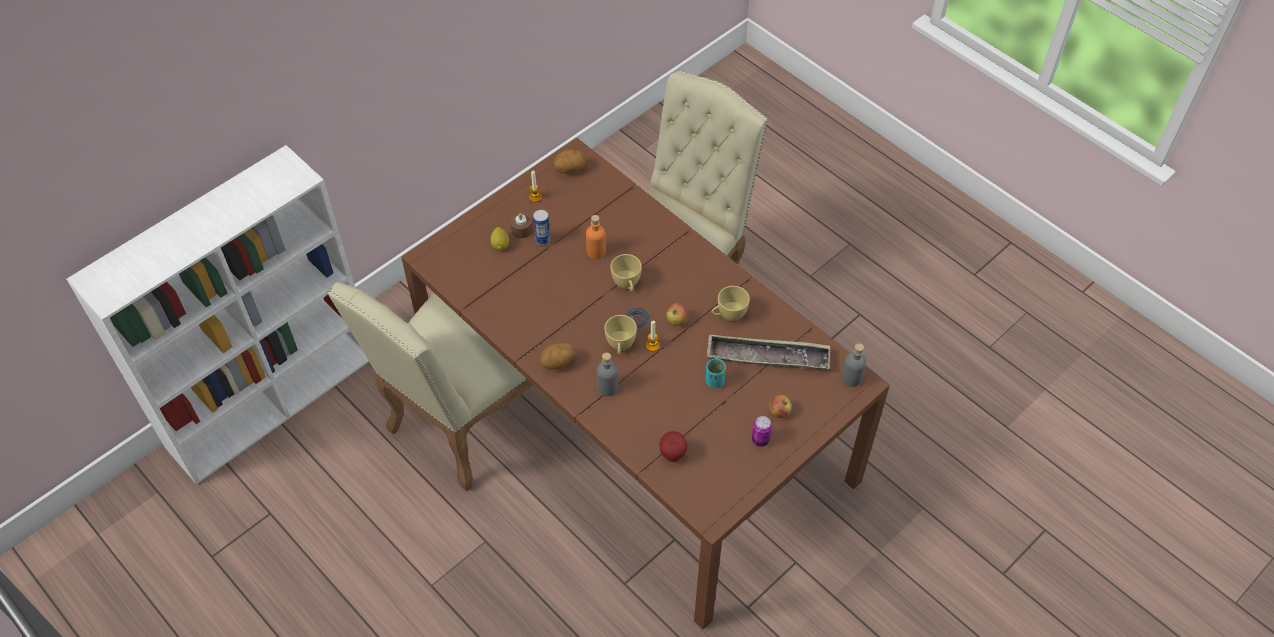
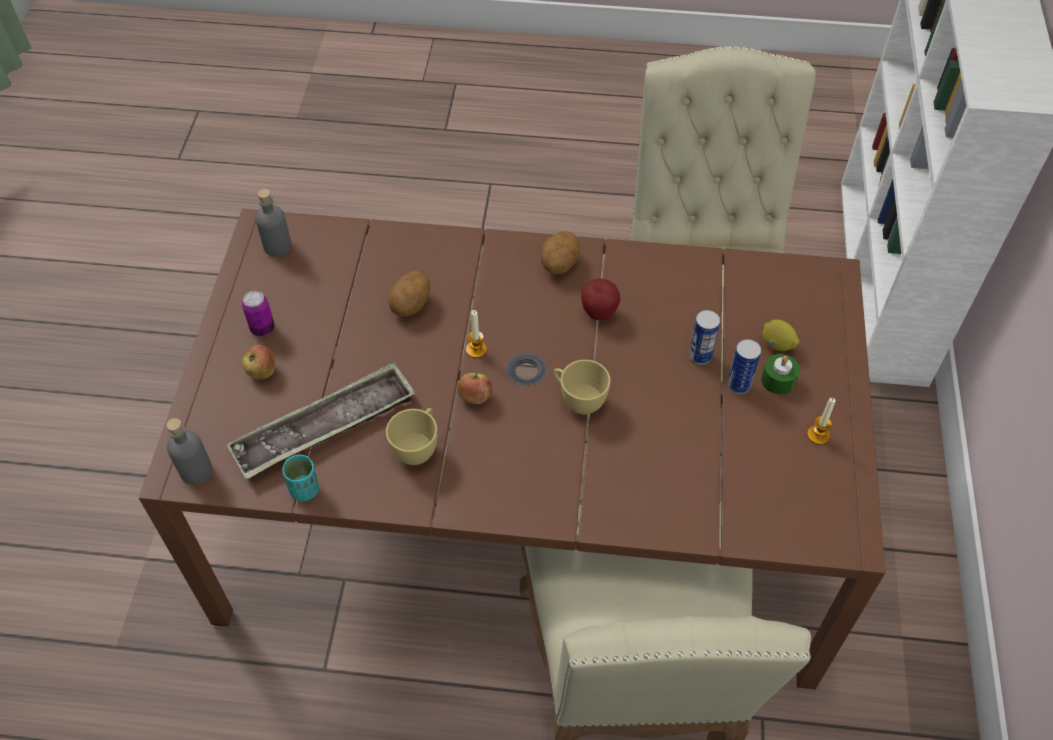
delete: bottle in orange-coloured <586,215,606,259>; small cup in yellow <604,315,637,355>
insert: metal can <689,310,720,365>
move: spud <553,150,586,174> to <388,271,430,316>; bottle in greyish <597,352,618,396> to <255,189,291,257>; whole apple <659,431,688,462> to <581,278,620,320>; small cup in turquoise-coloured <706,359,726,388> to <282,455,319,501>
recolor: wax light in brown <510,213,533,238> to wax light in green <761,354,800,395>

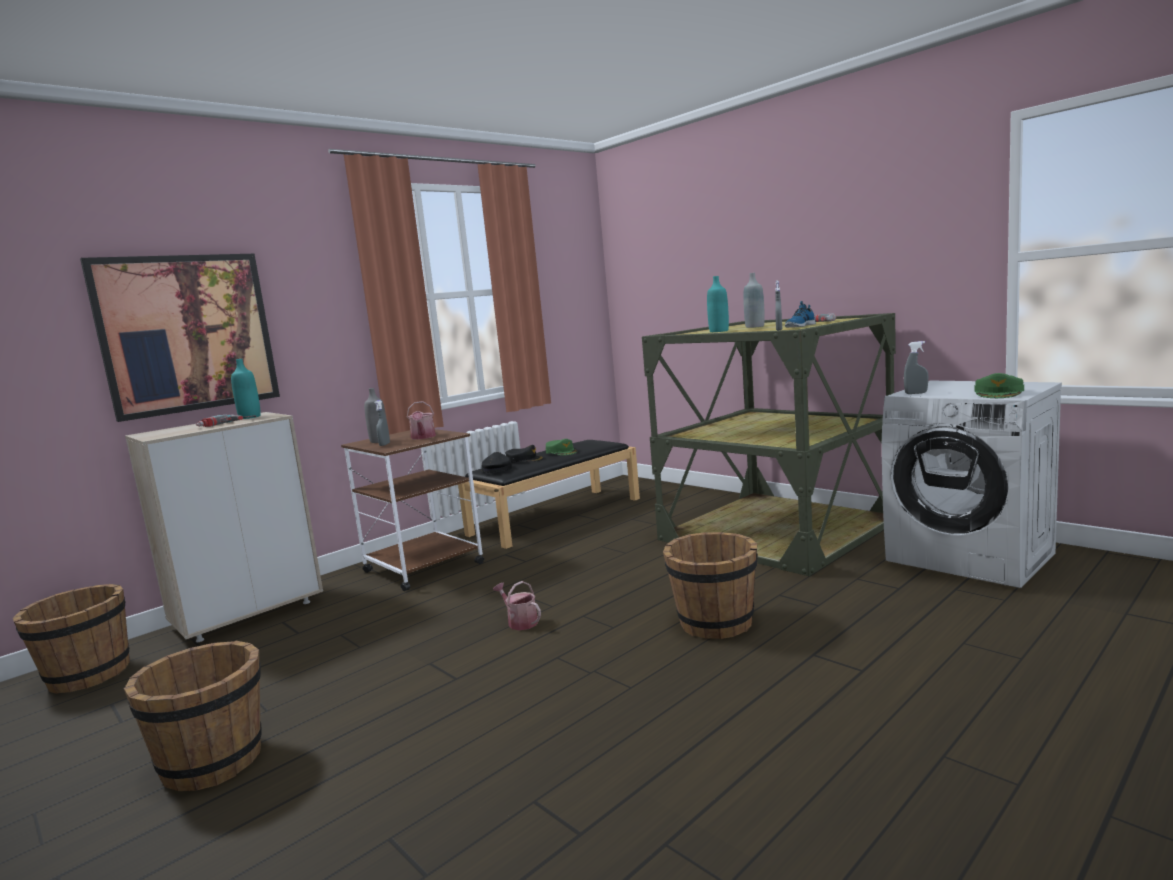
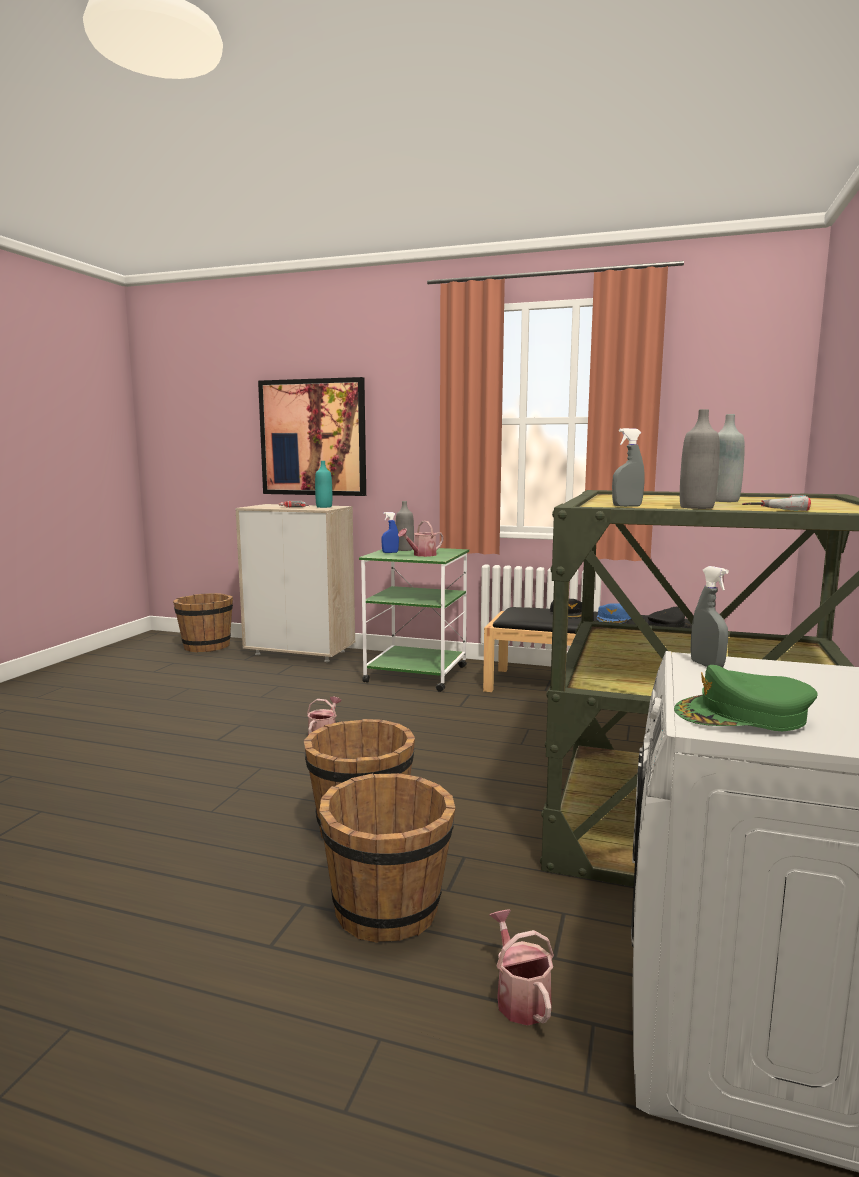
delete: bottle in turquoise-coloured <707,276,729,332>
insert: sprinkling can <490,909,554,1026>
move: bucket in brown <124,641,261,791> to <319,773,456,943>; peaked cap in blackish <481,452,512,473> to <648,607,691,628>
replace: shoe <785,301,816,327> to bottle in greyish <680,409,720,509>
recolor: trolley in brown <341,429,485,591> to trolley in green <359,548,469,692>; hand sprayer in greyish <374,400,390,446> to hand sprayer in blue <382,512,399,553>; peaked cap in green <546,439,577,455> to peaked cap in blue <597,603,631,623>

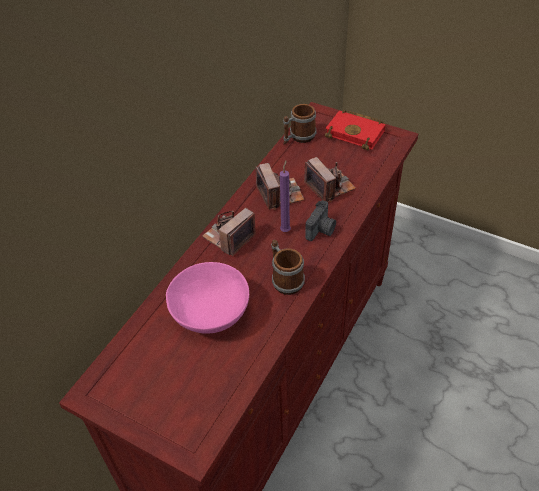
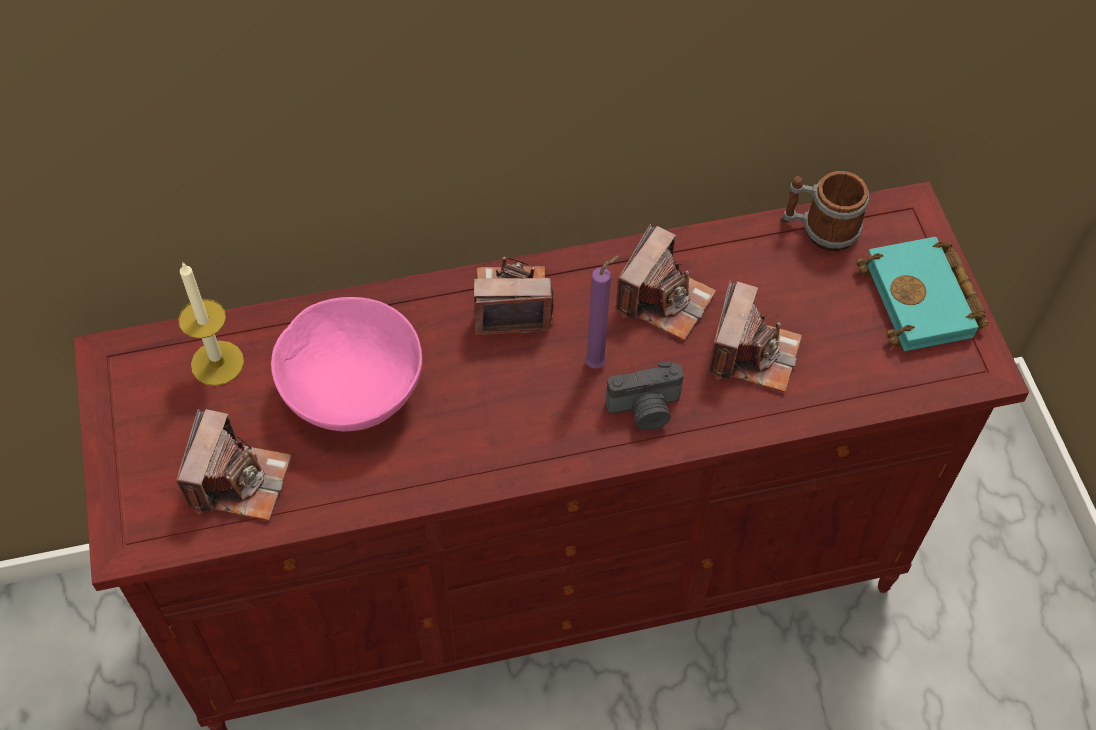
delete: coffee mug <271,240,305,295>
insert: still camera <176,409,291,521>; wax light <178,262,244,386>
recolor: volume in red-coloured <325,110,386,150> to volume in turquoise-coloured <856,237,989,351>

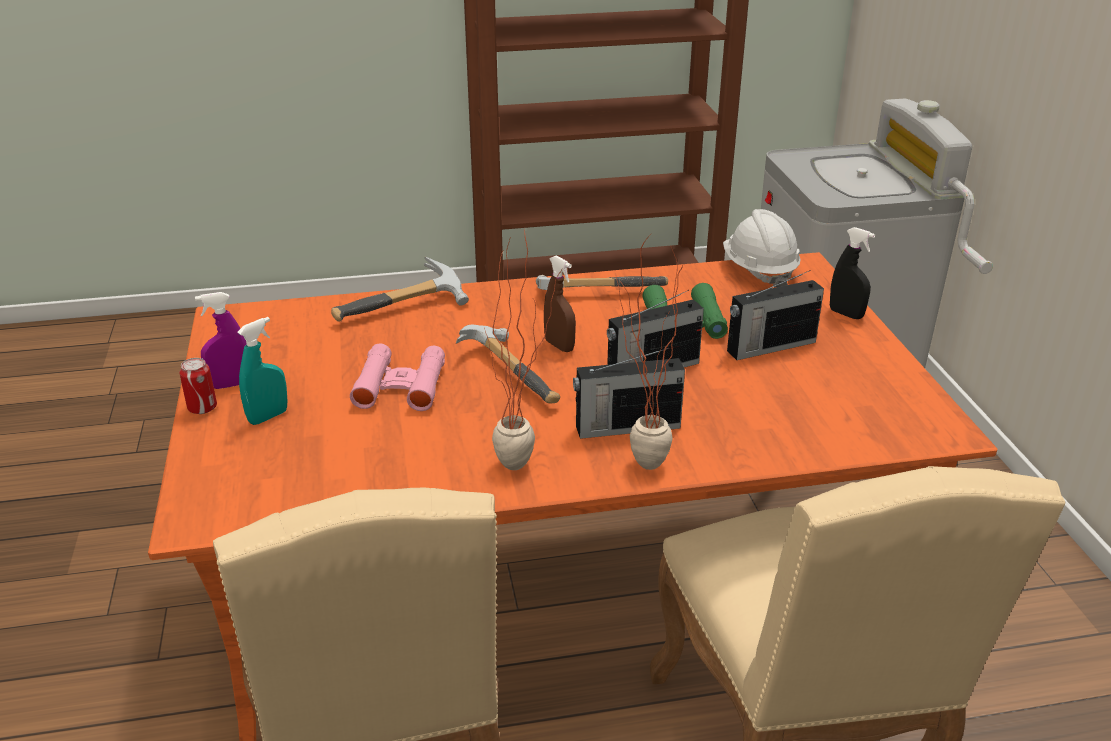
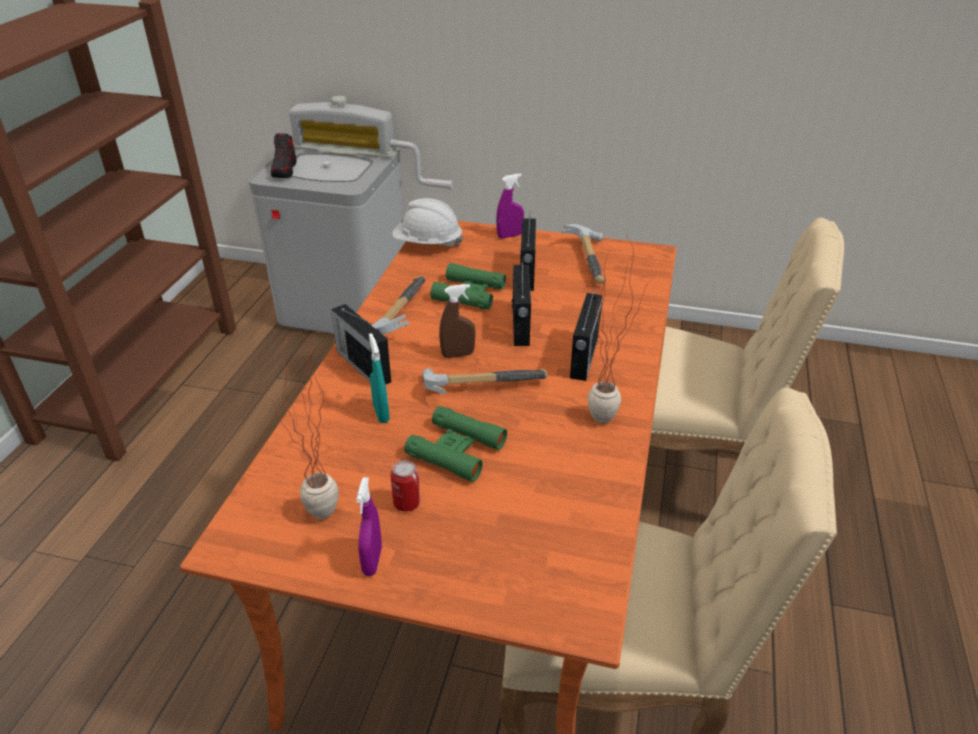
insert: shoe <271,133,297,178>; radio <331,304,391,384>
move: metal can <179,358,217,414> to <391,460,420,512>; hand sprayer in turquoise-coloured <237,317,287,425> to <369,333,390,423>; hand hammer <331,257,469,322> to <561,224,606,284>; plant in a pot <616,232,683,470> to <261,333,339,519>
recolor: field glasses in pinkish <350,344,445,411> to field glasses in green <404,406,507,482>; hand sprayer in blackish <830,227,875,319> to hand sprayer in purple <496,174,524,238>

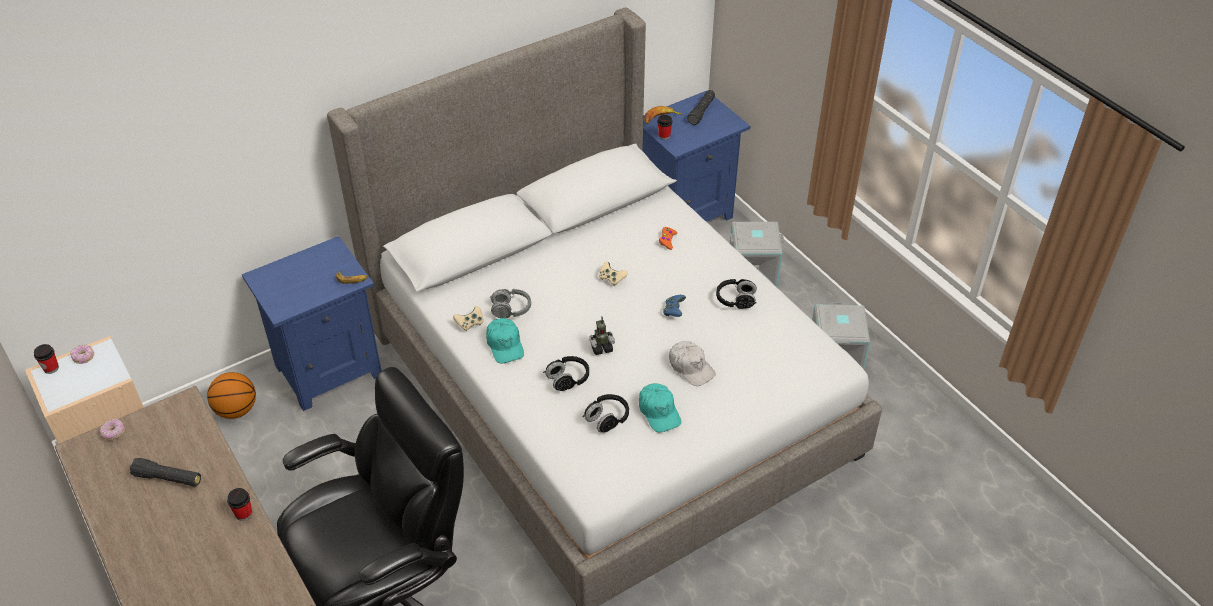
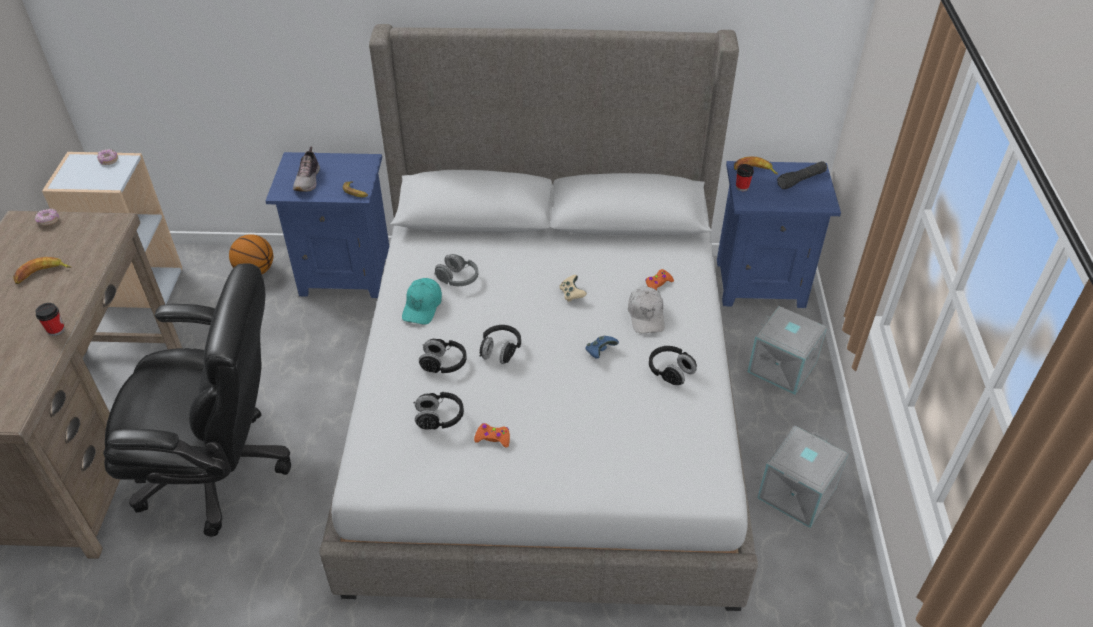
delete: small cup <34,344,59,374>; game controller in beige <453,306,483,331>
insert: shoe <293,147,320,192>
move: peaked cap in white <669,341,716,386> to <628,287,665,333>
replace: flashlight in blackish <130,458,201,487> to banana fruit <13,257,71,284>; model robot <589,316,615,355> to pair of headphones in blackish <480,325,521,364>; peaked cap in turquoise-coloured <639,383,681,432> to game controller in orange-coloured <474,423,510,448>

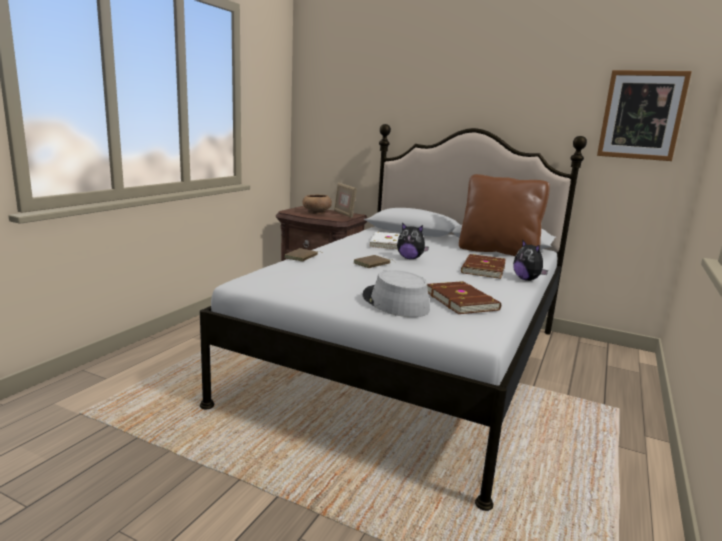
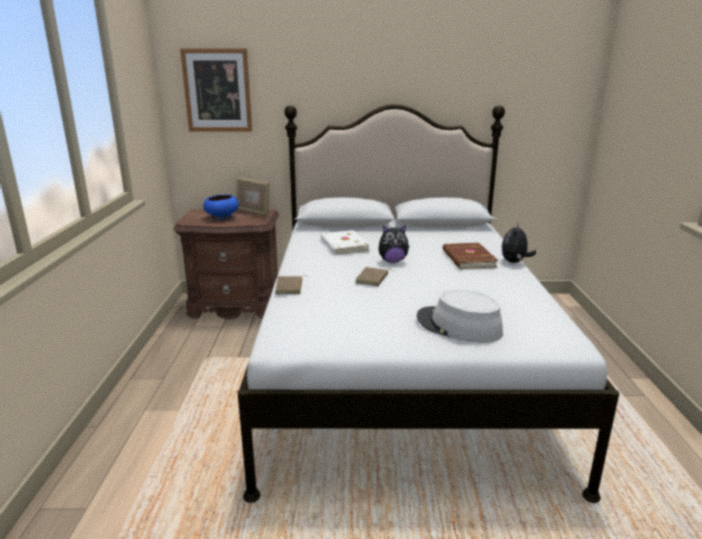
delete: volume in brown <427,281,501,314>; throw pillow in brown <459,174,550,256>
move: picture <597,70,692,161> to <180,48,252,132>
recolor: serving bowl in brown <302,195,332,214> to serving bowl in blue <203,194,239,220>
rotate: cuddly toy <513,240,548,281> = <502,225,536,263> 75 degrees clockwise

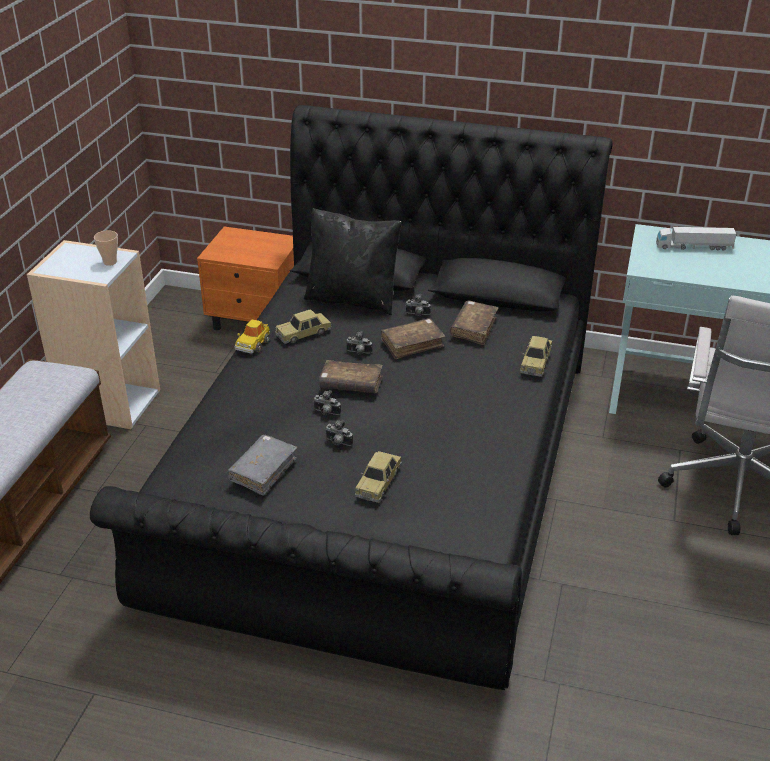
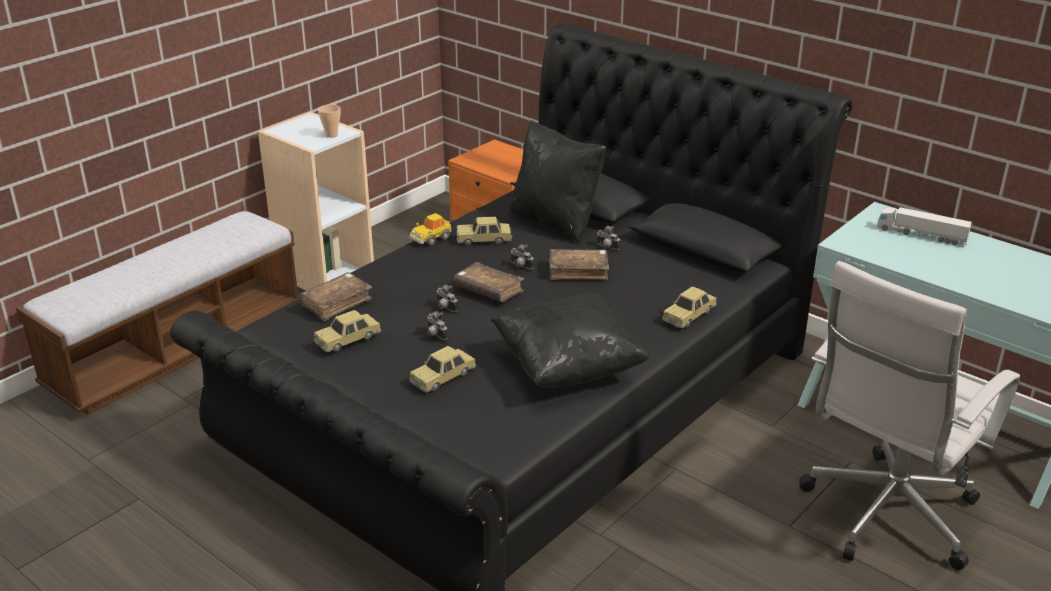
insert: throw pillow in blackish <491,293,649,388>
move: volume in brown <450,300,498,345> to <300,272,372,321>
replace: volume in greyish <227,435,297,496> to model car <314,310,381,352>

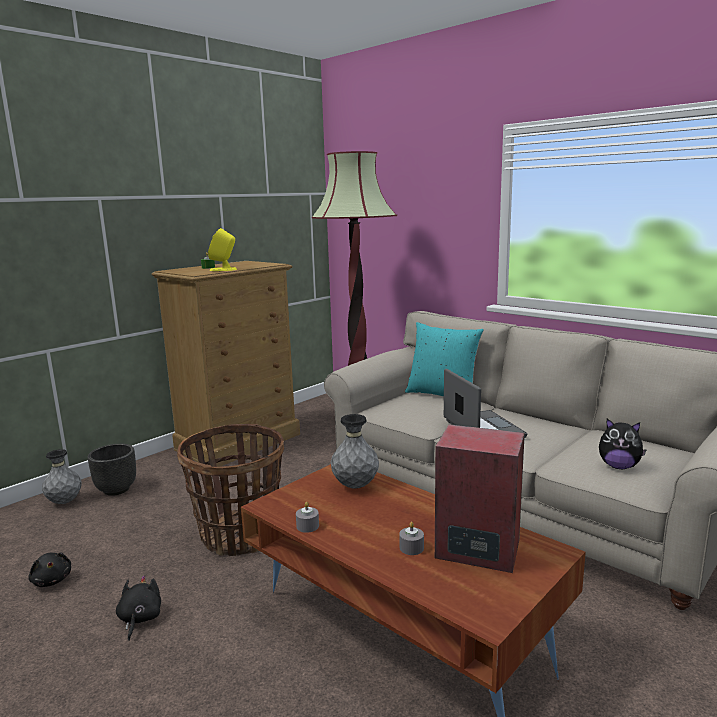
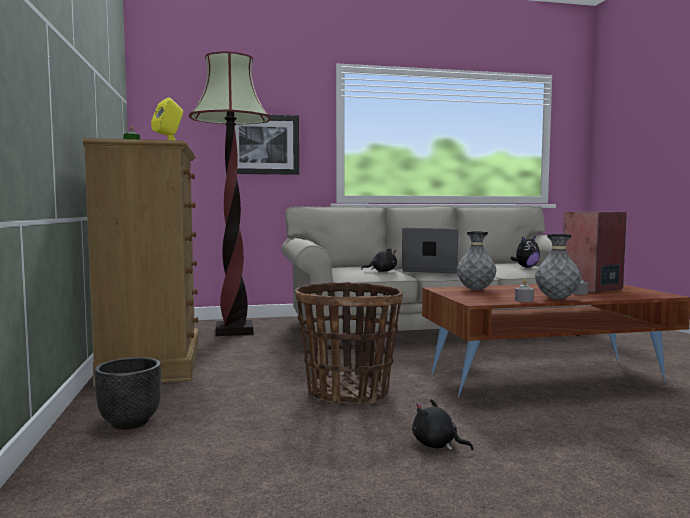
delete: throw pillow in turquoise-coloured <405,322,484,396>
insert: picture <226,115,299,175>
move: cuddly toy in blackish <28,552,71,587> to <361,248,397,272>; flower vase in greyish <42,449,82,504> to <535,234,581,299>

